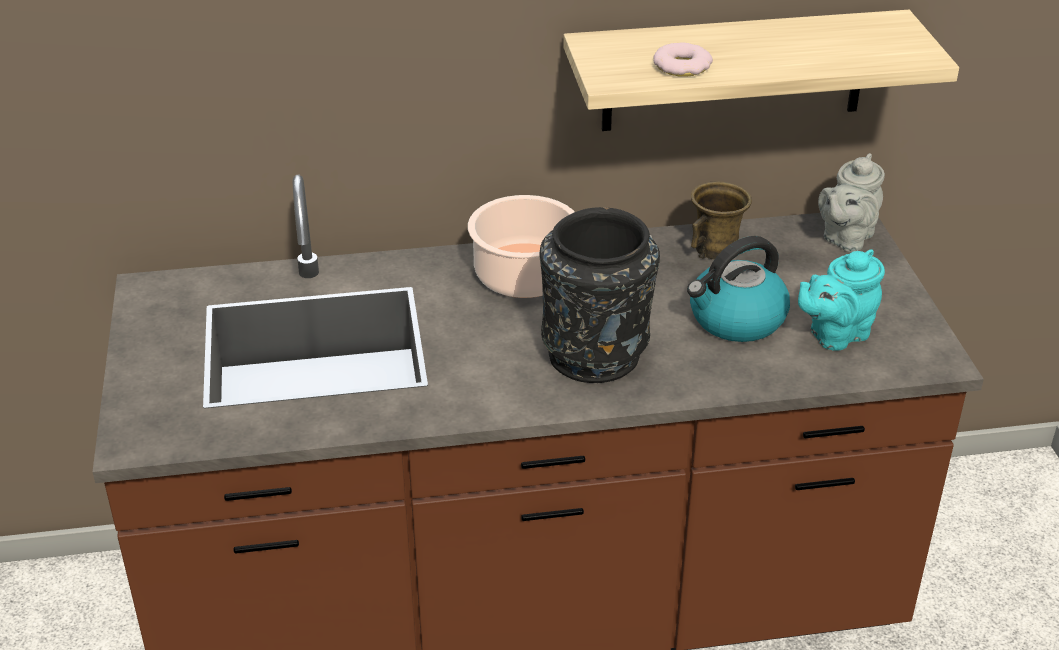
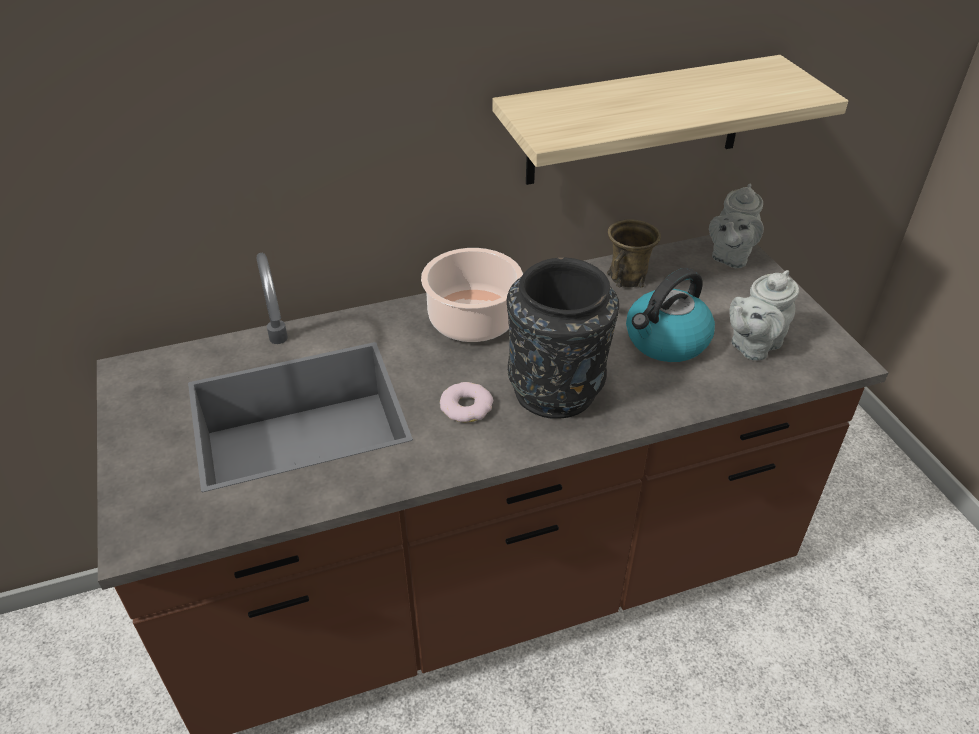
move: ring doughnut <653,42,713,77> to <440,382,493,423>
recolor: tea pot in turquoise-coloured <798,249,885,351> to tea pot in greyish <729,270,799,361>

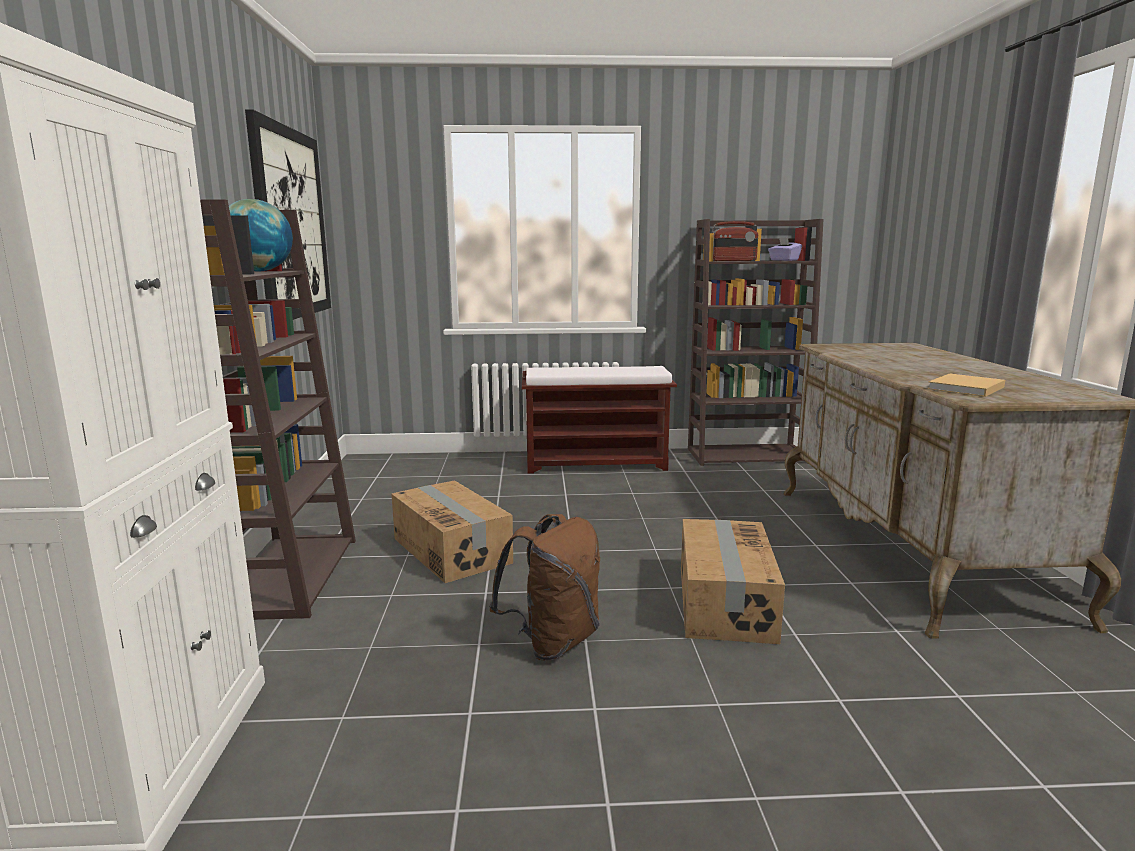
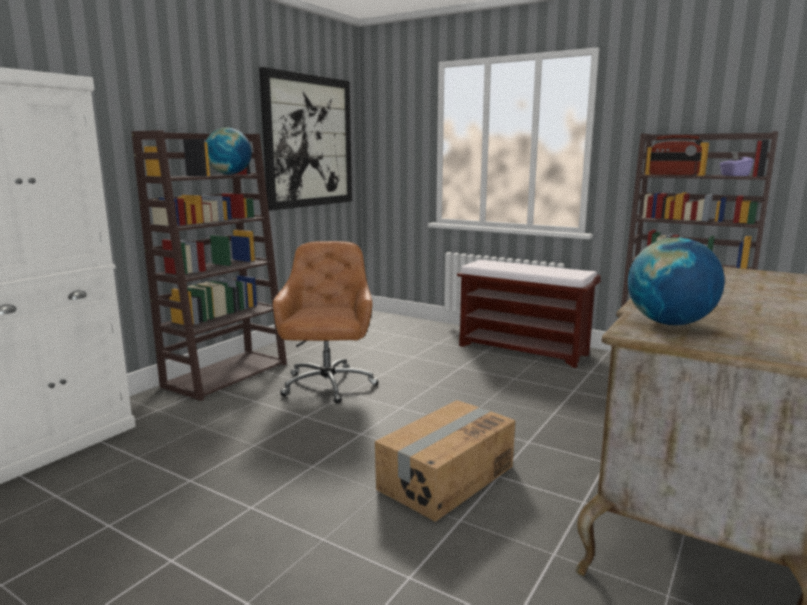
delete: backpack in brown <489,514,600,661>
replace: carton <391,481,513,583> to computer chair in brown <273,241,378,403>; volume in beige <927,374,1005,397> to world globe <628,237,725,325>

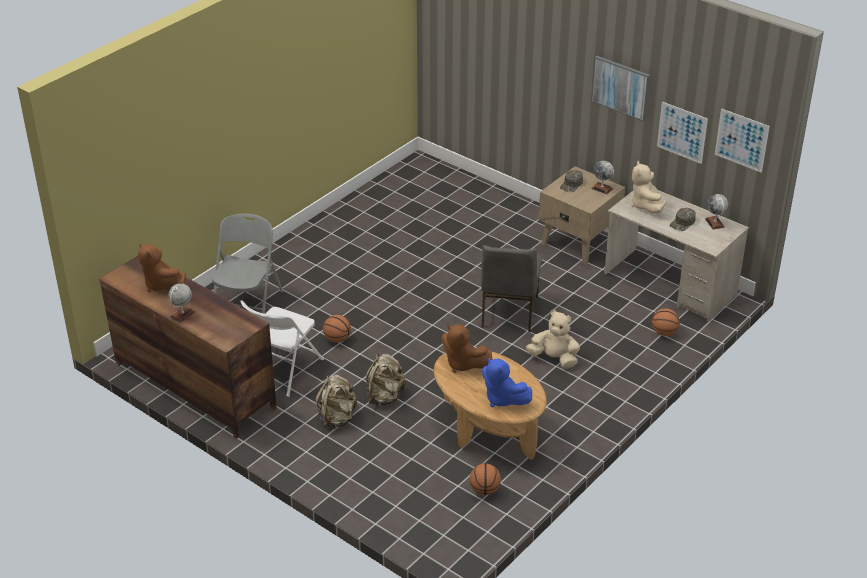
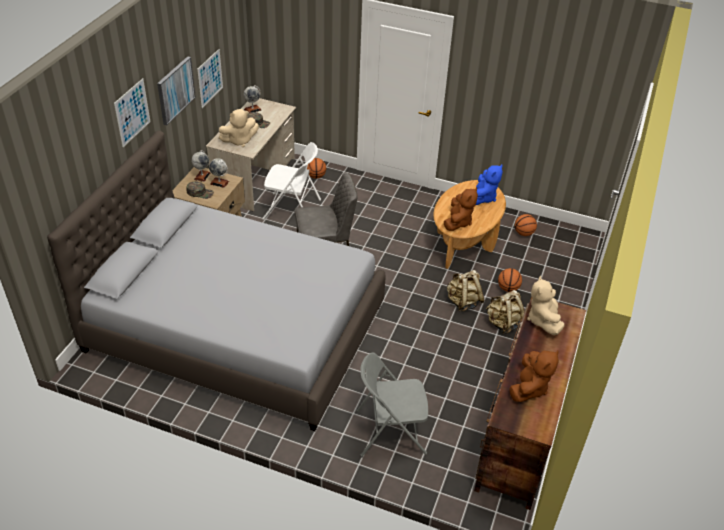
insert: sleeping bed in greyish <47,131,385,431>
move: world globe <168,283,195,323> to <209,158,229,188>; plain chair in white <240,300,324,397> to <263,142,321,220>; basketball <323,315,351,343> to <498,268,522,292>; cuddly toy in beige <526,310,580,369> to <527,276,564,335>; picture <715,108,770,173> to <114,79,150,147>

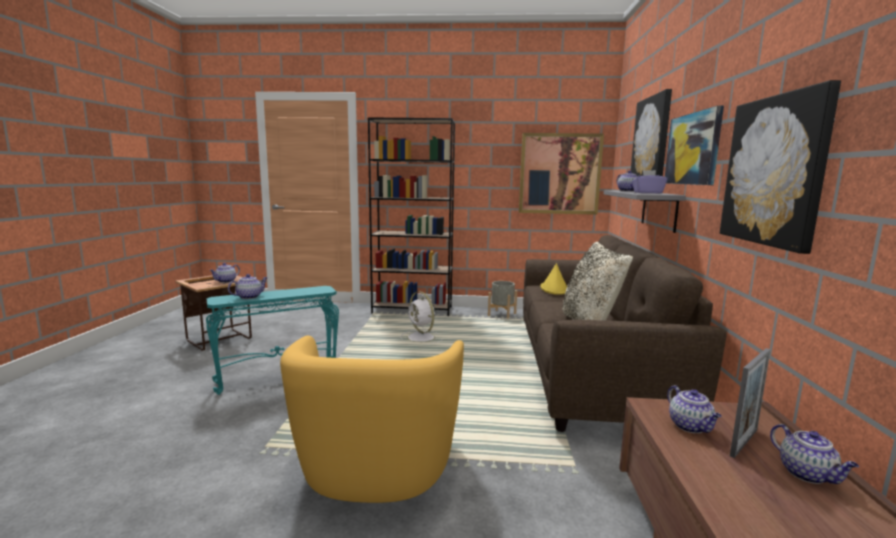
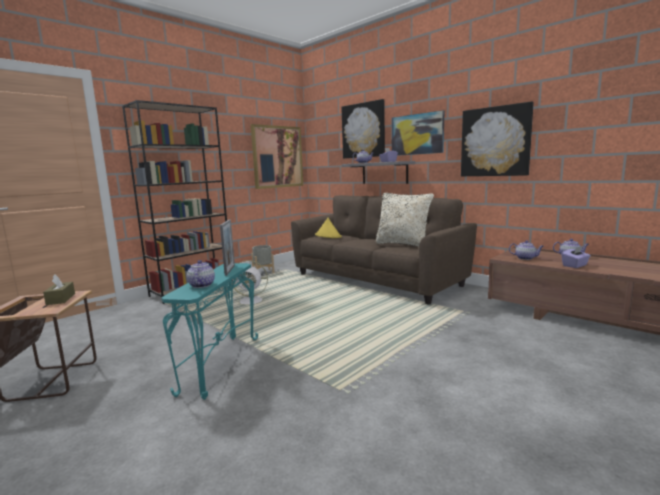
delete: armchair in yellow <280,336,464,503>
insert: tissue box in purple <561,246,591,268>
move: standing frame <730,348,771,458> to <220,220,235,276>
replace: tea pot <210,263,240,283> to tissue box in brown <43,275,75,305>

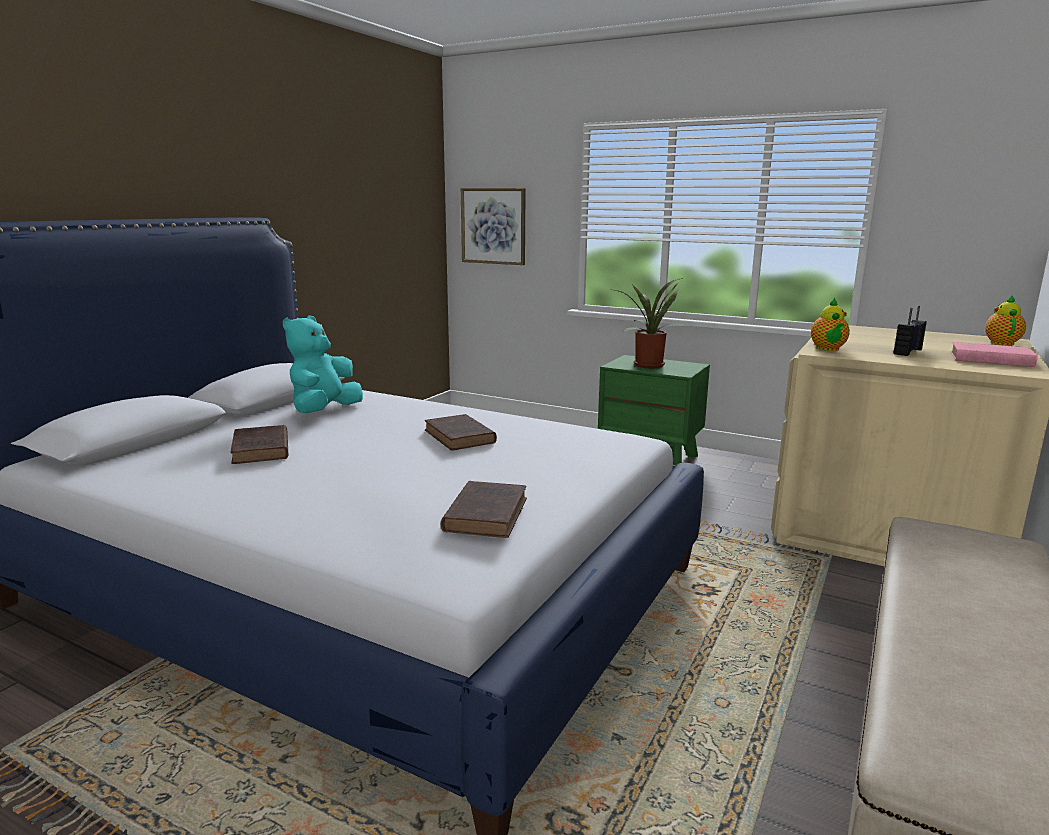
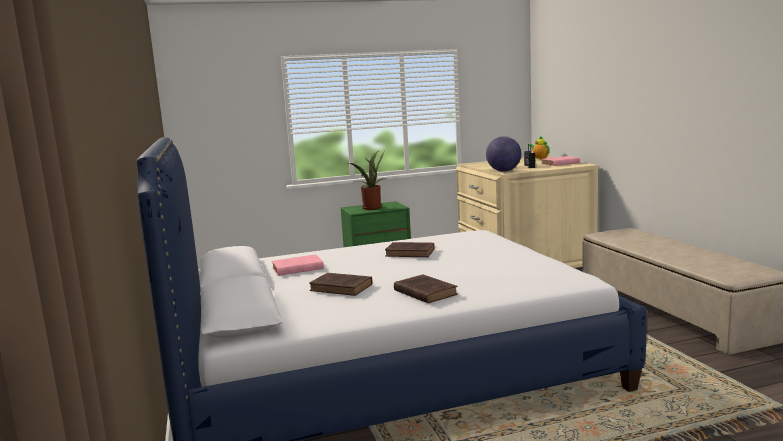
delete: picture <461,188,526,265>
move: volume in brown <441,481,527,538> to <394,274,458,303>
replace: cuddly toy in turquoise-coloured <283,316,363,413> to volume in pinkish <272,254,324,276>; tea pot <811,298,850,351> to world globe <486,136,522,172>

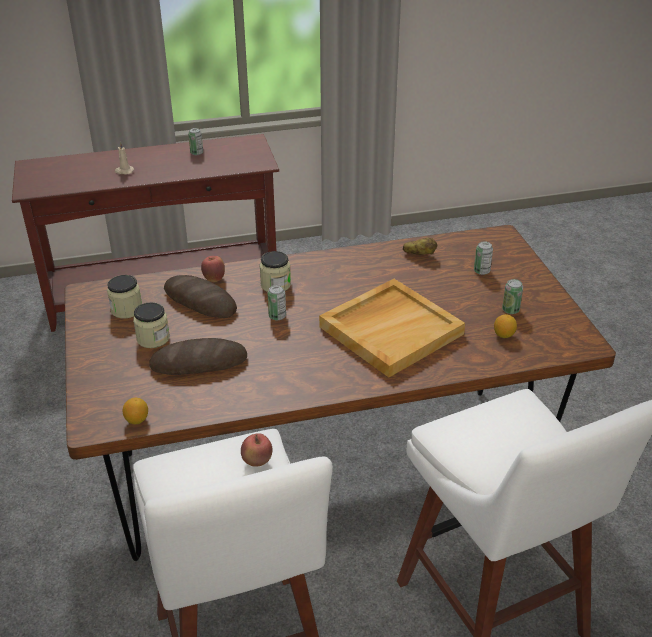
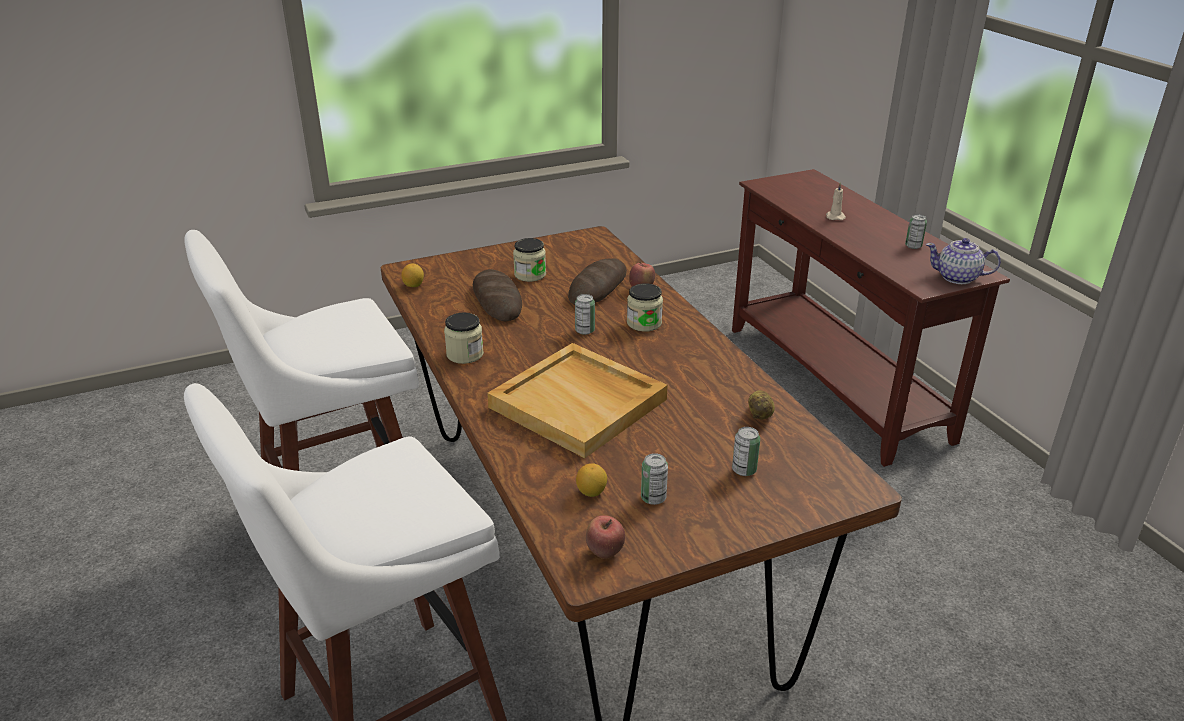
insert: tea pot <926,238,1001,284>
move: storage jar <107,275,142,319> to <444,313,484,364>; whole apple <241,433,273,466> to <586,515,625,559>

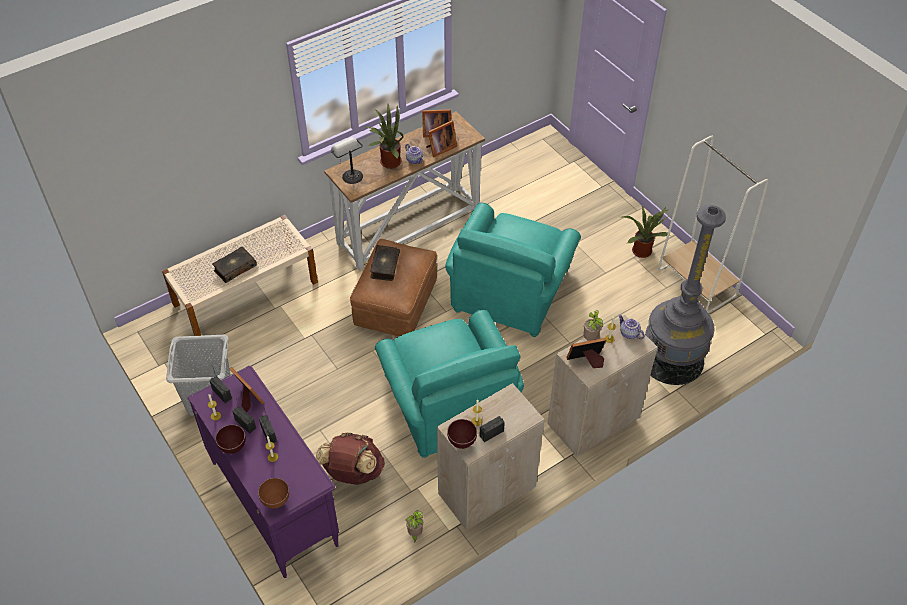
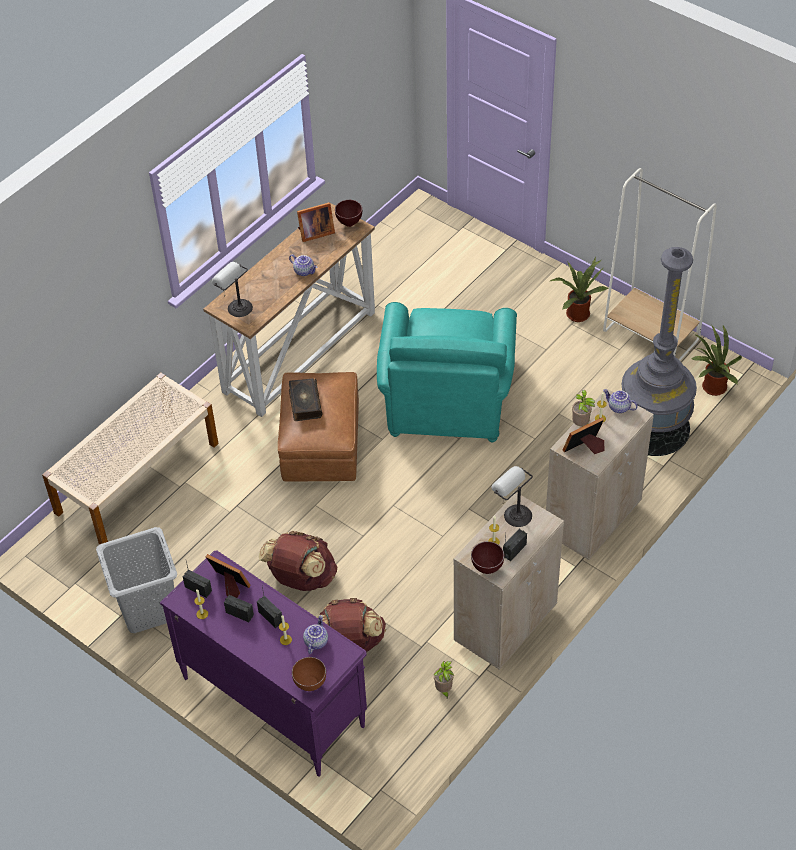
delete: volume <212,247,257,283>; armchair in turquoise-coloured <375,309,524,458>; standing frame <426,121,457,157>
insert: backpack in brown <259,531,337,591>; tea pot <303,615,328,654>; table lamp <491,466,533,527>
move: serving bowl in brown <215,424,246,454> to <335,200,362,227>; plant in a pot <365,104,404,169> to <691,325,742,396>

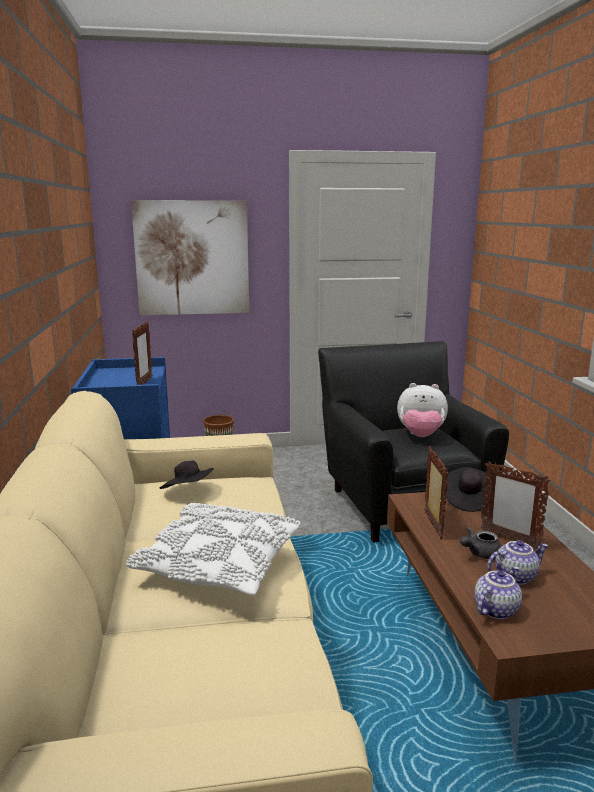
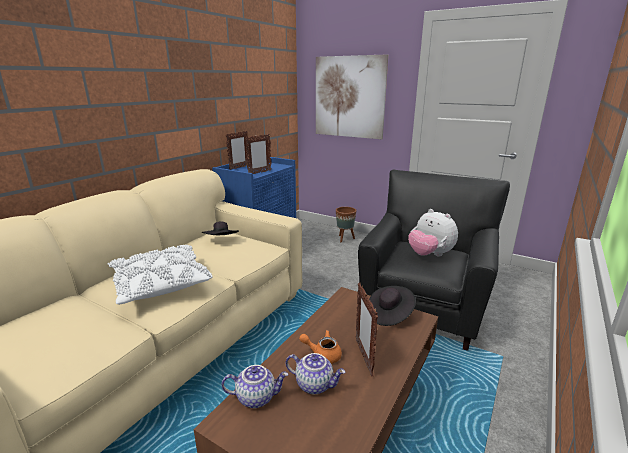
move: standing frame <424,446,448,539> to <226,130,249,170>
recolor: tea pot in greyish <460,527,502,559> to tea pot in orange-coloured <299,330,342,364>

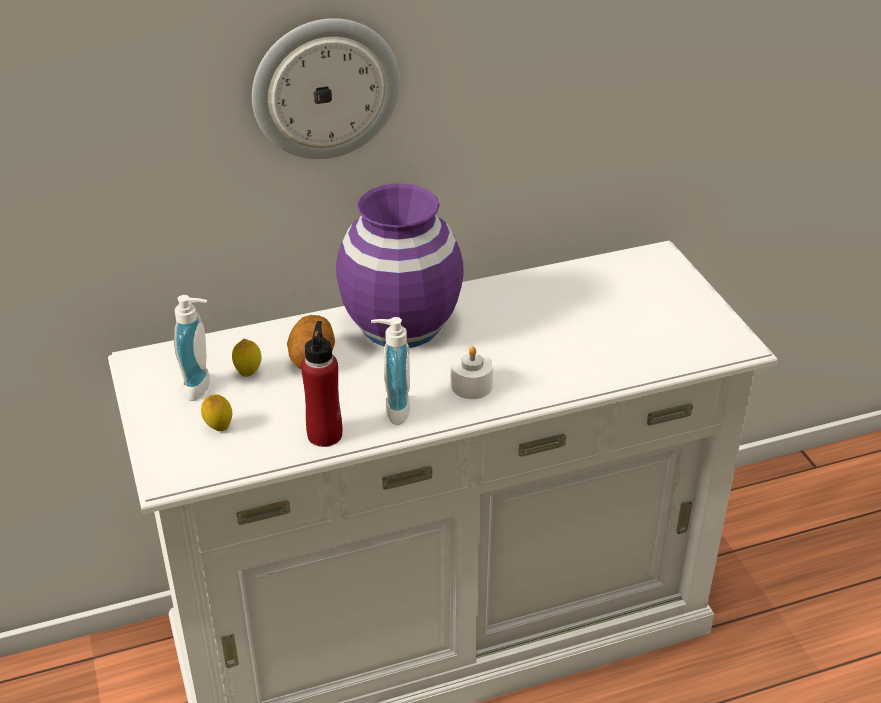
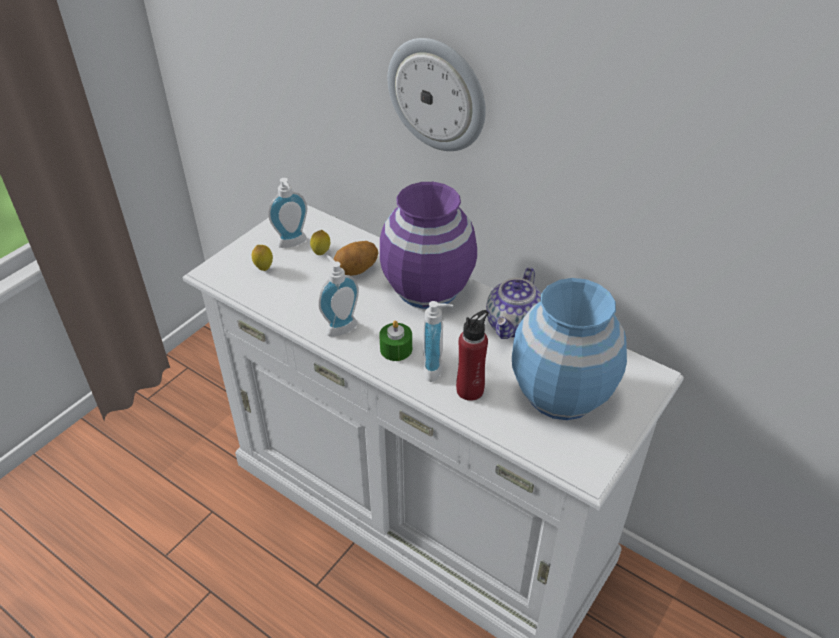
insert: soap bottle <423,301,453,382>; tea pot <486,267,541,339>; flower vase in blue <512,278,627,420>
move: bottle in red-coloured <301,321,342,447> to <456,310,489,401>
recolor: wax light in white <451,346,493,399> to wax light in green <379,321,412,361>

